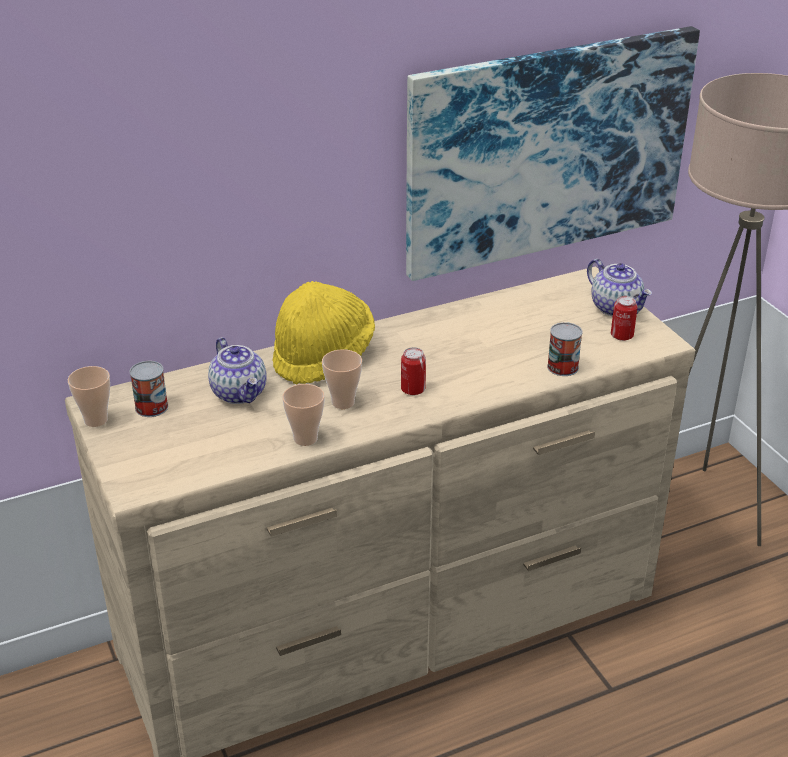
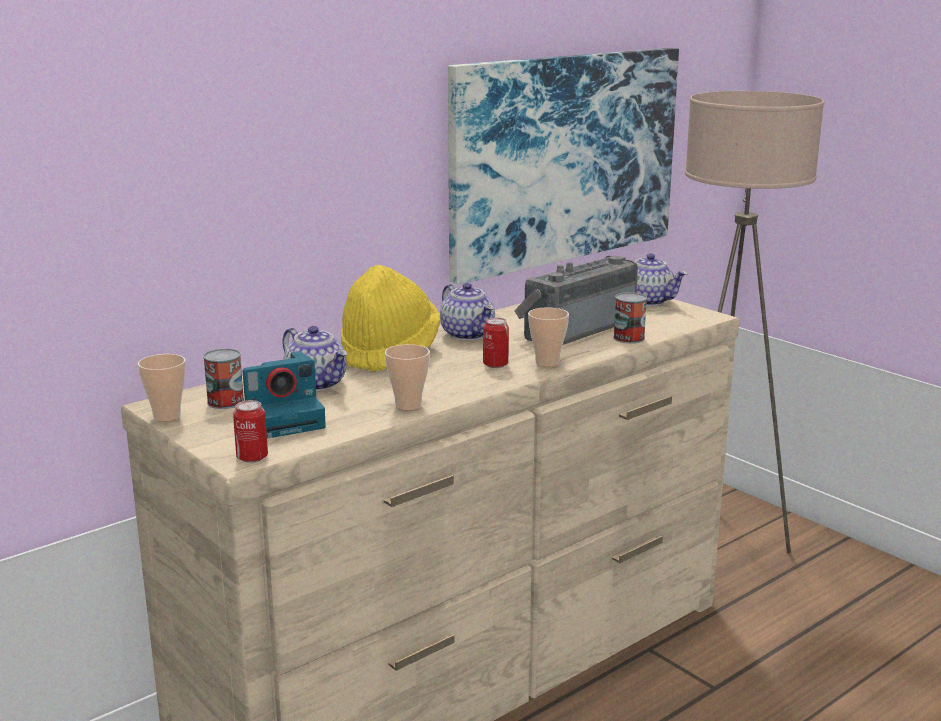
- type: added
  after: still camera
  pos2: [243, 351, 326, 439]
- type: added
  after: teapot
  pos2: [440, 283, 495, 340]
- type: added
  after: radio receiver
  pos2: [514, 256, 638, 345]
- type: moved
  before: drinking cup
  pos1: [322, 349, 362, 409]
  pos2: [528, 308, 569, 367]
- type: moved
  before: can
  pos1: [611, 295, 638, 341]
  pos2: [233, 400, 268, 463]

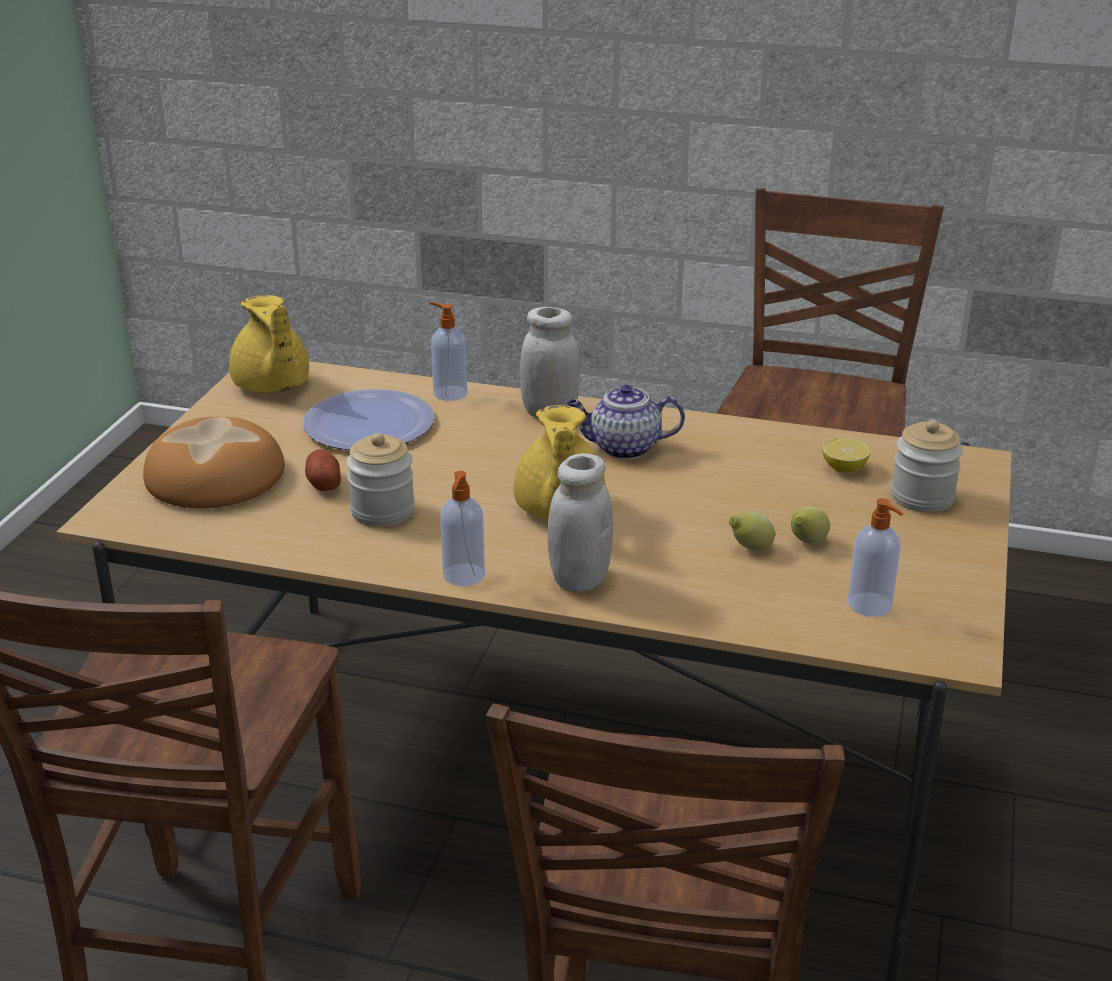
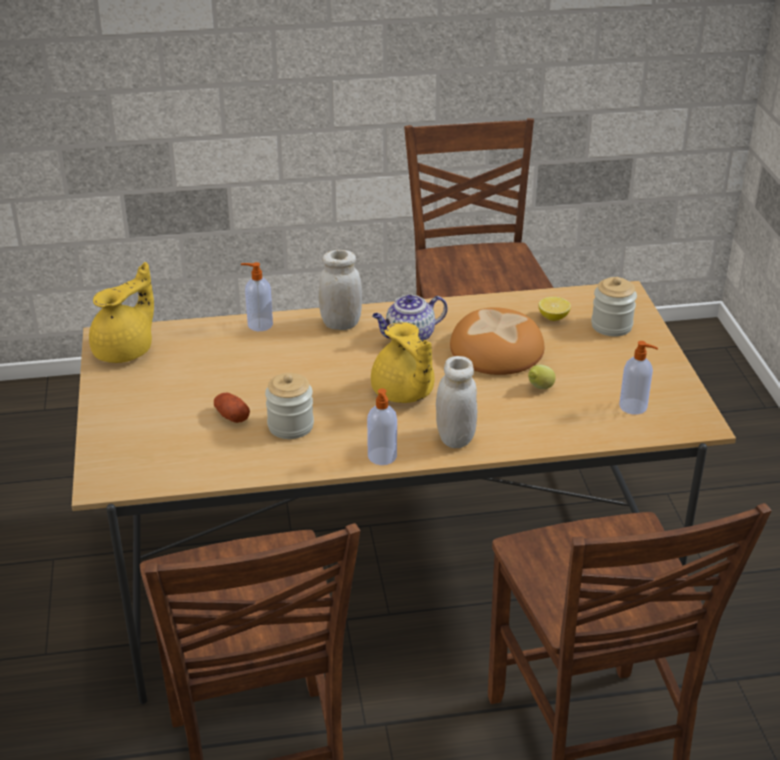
- type: removed
  before: dinner plate
  pos1: [303, 389, 435, 450]
- type: removed
  before: citrus fruit
  pos1: [791, 506, 830, 543]
- type: moved
  before: bakery bread
  pos1: [143, 417, 285, 508]
  pos2: [450, 307, 544, 375]
- type: turned
  before: yellowish teapot
  pos1: [229, 295, 309, 393]
  pos2: [89, 262, 154, 363]
  turn: -90

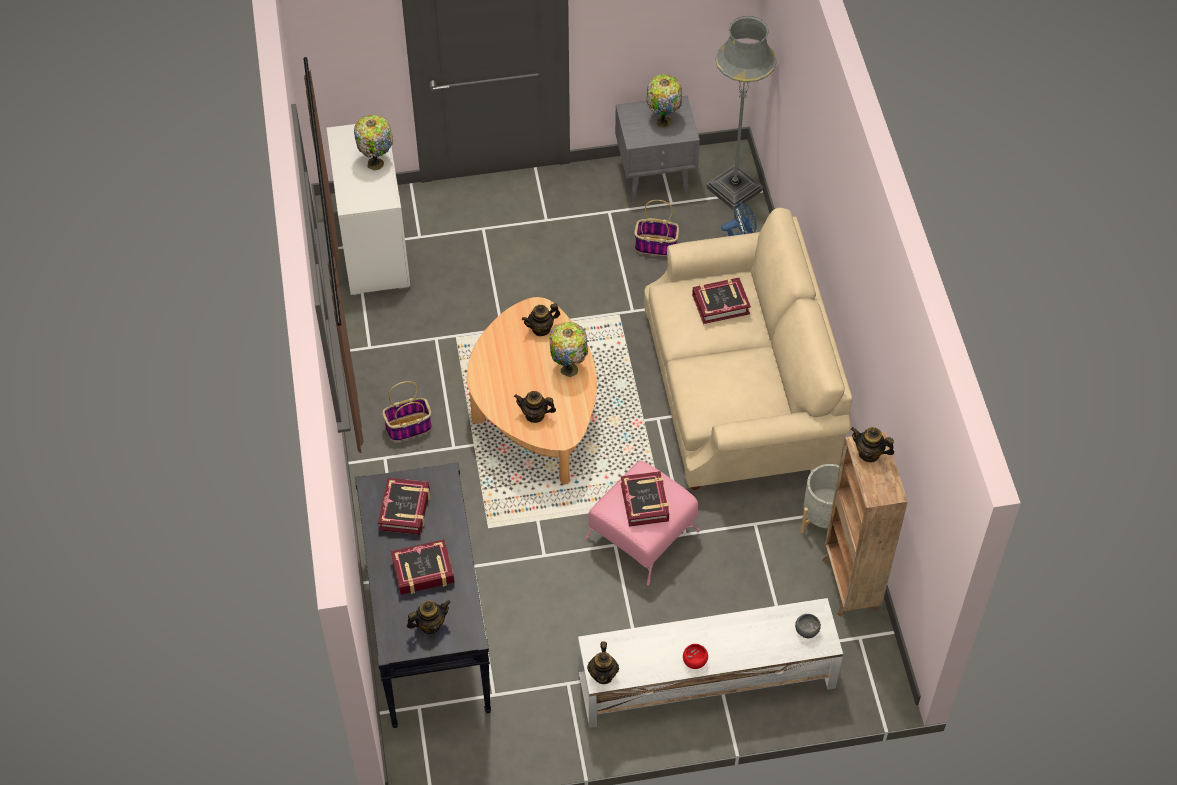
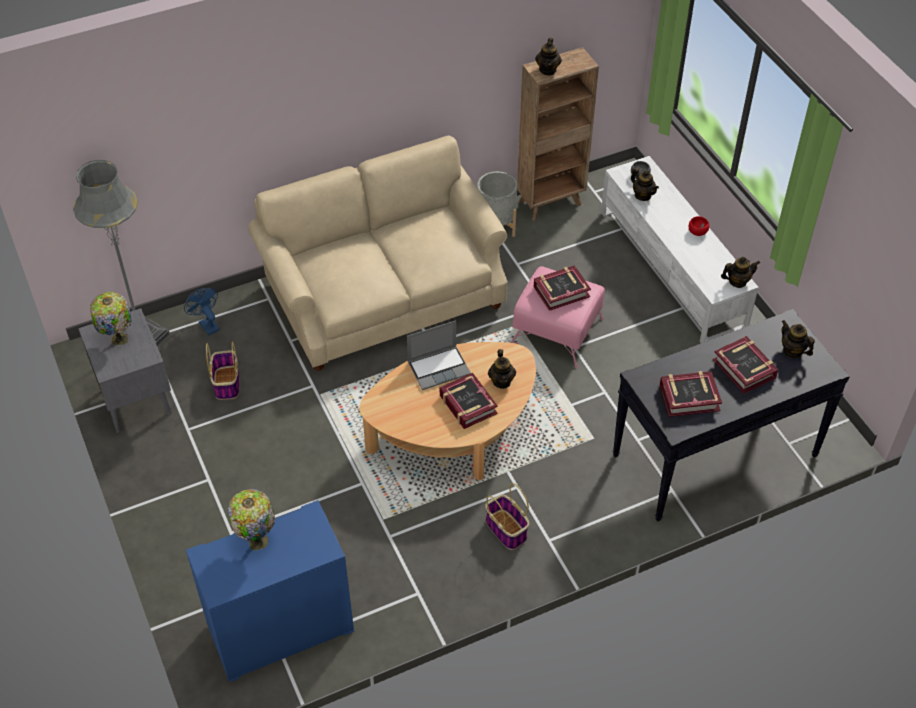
- type: moved
  before: teapot
  pos1: [522, 303, 560, 336]
  pos2: [631, 168, 659, 201]
- type: moved
  before: volume
  pos1: [692, 278, 751, 324]
  pos2: [440, 373, 498, 429]
- type: replaced
  before: lamp for a table
  after: laptop
  pos1: [550, 322, 588, 377]
  pos2: [407, 320, 471, 390]
- type: recoloured
  before: white dresser
  after: blue dresser
  pos1: [327, 120, 410, 296]
  pos2: [186, 500, 354, 682]

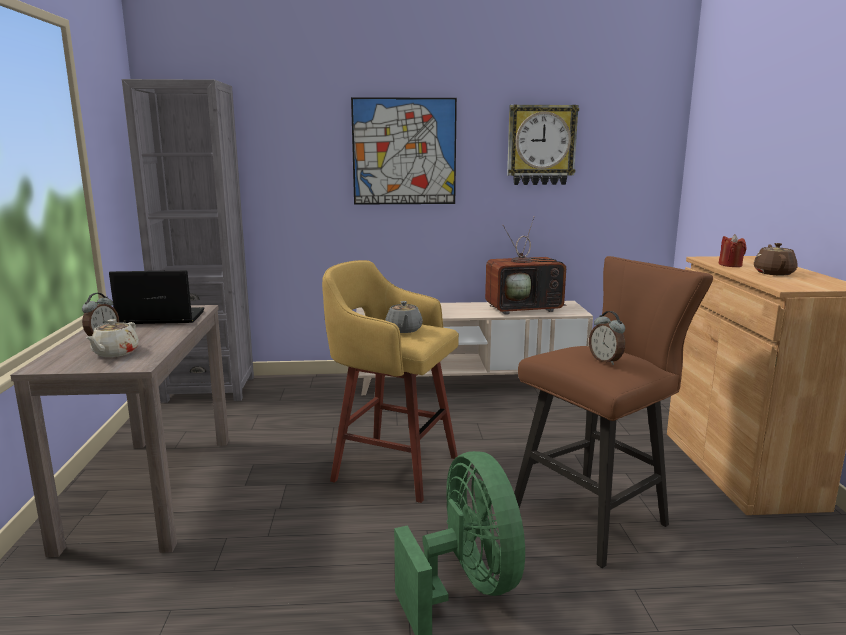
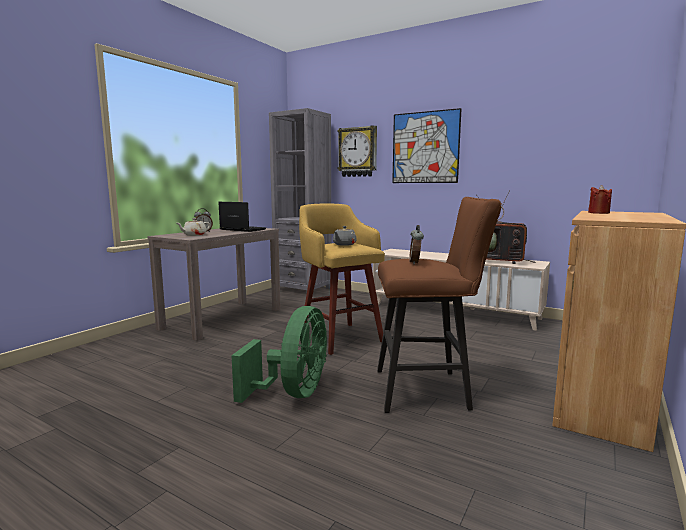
- type: removed
  before: brown teapot
  pos1: [754, 243, 798, 276]
- type: moved
  before: hanging clock
  pos1: [507, 104, 579, 185]
  pos2: [337, 125, 377, 177]

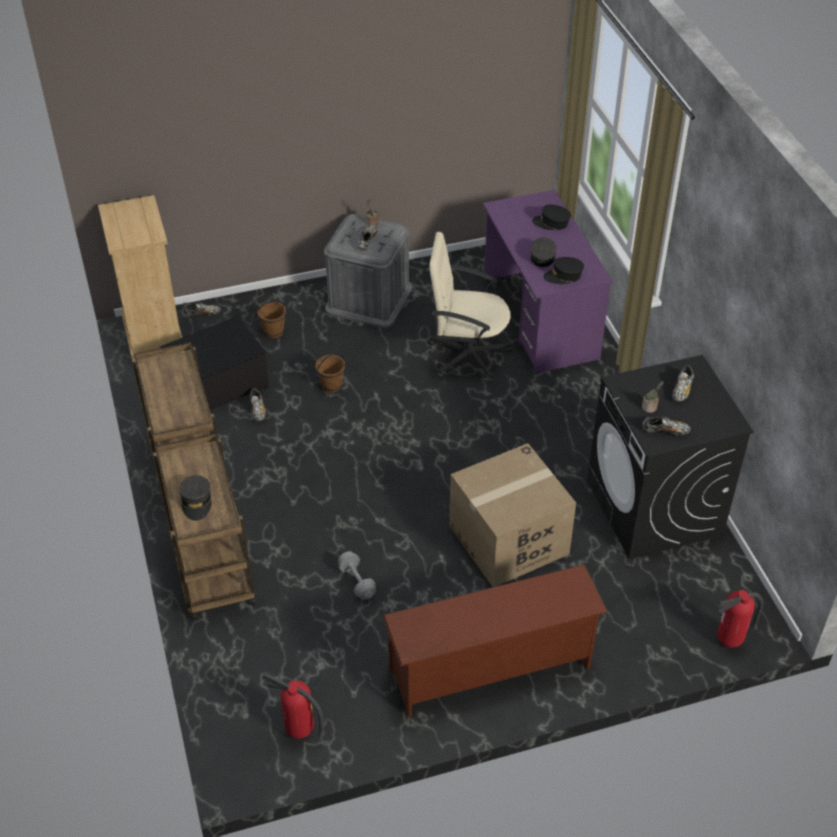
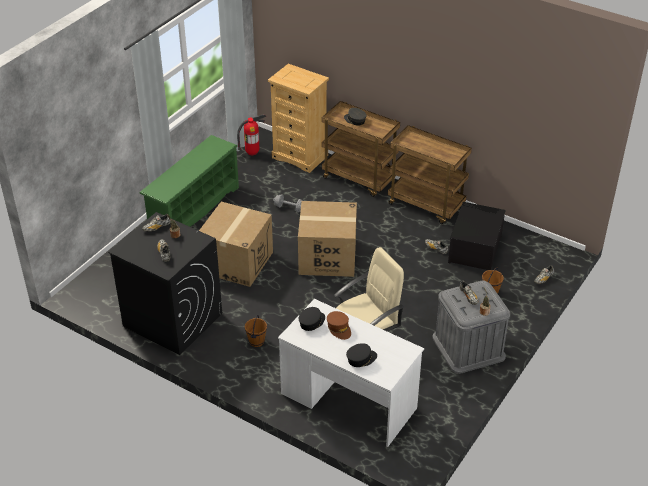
- type: removed
  before: fire-fighting cylinder
  pos1: [717, 590, 763, 648]
- type: added
  after: packing box
  pos2: [298, 201, 357, 277]
- type: moved
  before: sand-coloured dresser
  pos1: [98, 195, 182, 363]
  pos2: [268, 64, 329, 173]
- type: moved
  before: brown pail
  pos1: [315, 353, 346, 393]
  pos2: [245, 315, 267, 347]
- type: recoloured
  before: brown shoe shelf
  after: green shoe shelf
  pos1: [382, 564, 608, 717]
  pos2: [139, 135, 239, 227]
- type: recoloured
  before: purplish desk
  after: white desk
  pos1: [483, 189, 613, 374]
  pos2: [278, 299, 424, 447]
- type: recoloured
  before: grey cap
  after: brown cap
  pos1: [530, 237, 556, 267]
  pos2: [327, 311, 351, 340]

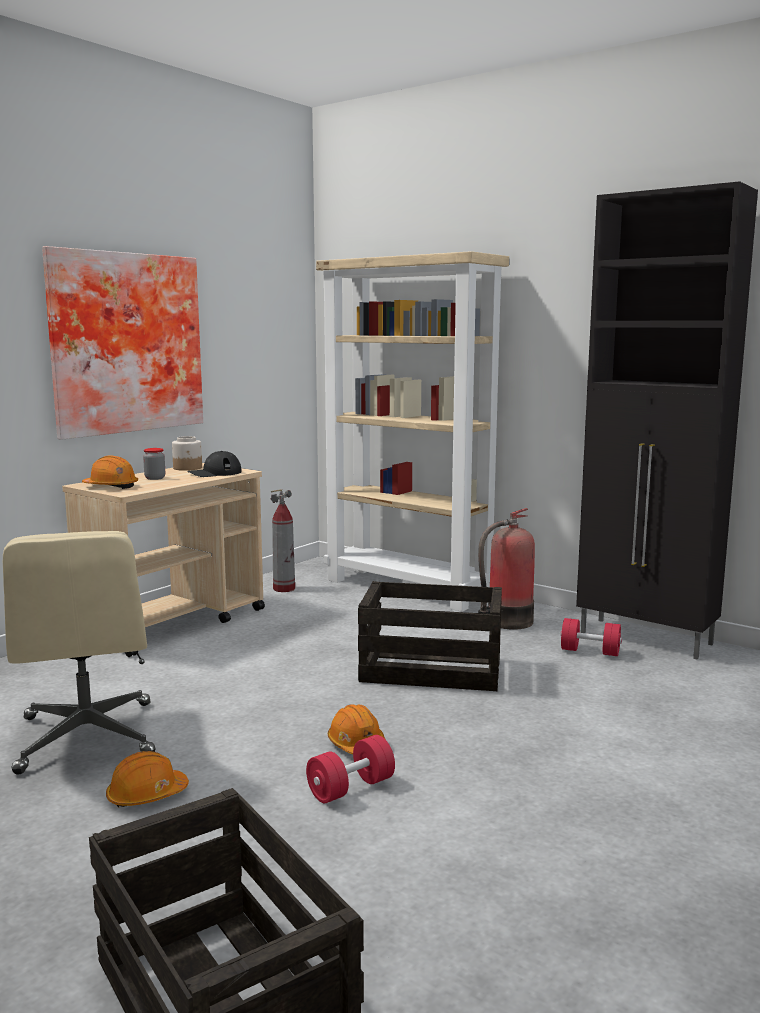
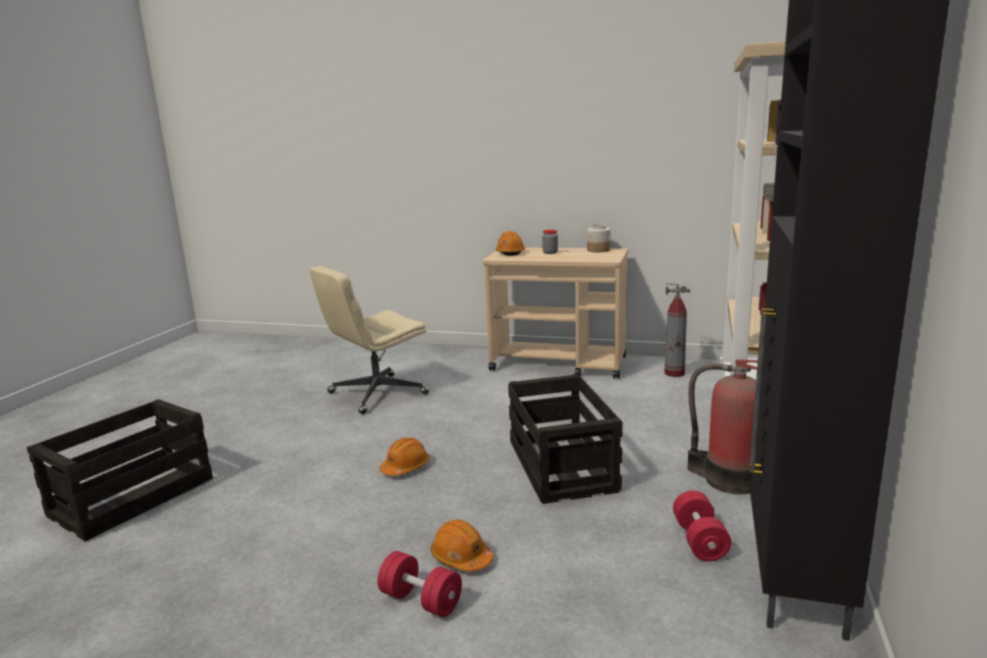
- type: removed
  before: wall art
  pos1: [42, 246, 203, 440]
- type: removed
  before: blackish cap
  pos1: [187, 451, 242, 477]
- type: moved
  before: orange-coloured safety helmet
  pos1: [106, 751, 189, 807]
  pos2: [431, 519, 493, 572]
- type: moved
  before: reddish free weight
  pos1: [306, 735, 395, 803]
  pos2: [378, 551, 462, 617]

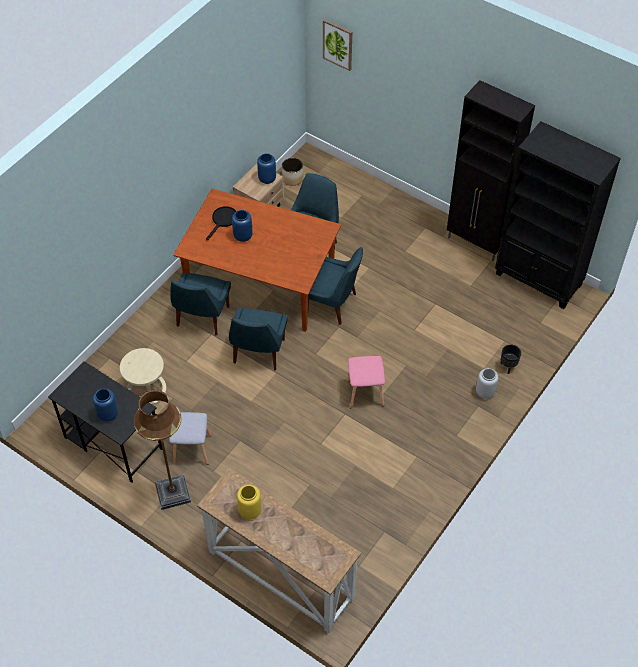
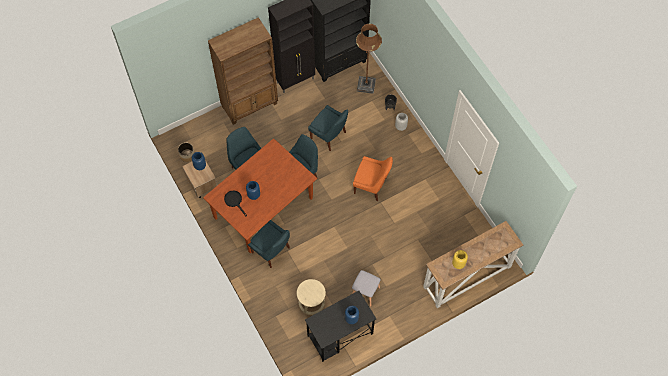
- type: removed
  before: wall art
  pos1: [323, 19, 352, 71]
- type: added
  after: brown bookshelf
  pos2: [208, 17, 278, 125]
- type: moved
  before: brown floor lamp
  pos1: [134, 390, 191, 510]
  pos2: [356, 24, 382, 94]
- type: moved
  before: blue upright chair
  pos1: [229, 307, 288, 370]
  pos2: [308, 105, 348, 151]
- type: replaced
  before: pink stool
  after: orange-coloured upright chair
  pos1: [347, 356, 385, 408]
  pos2: [353, 156, 393, 201]

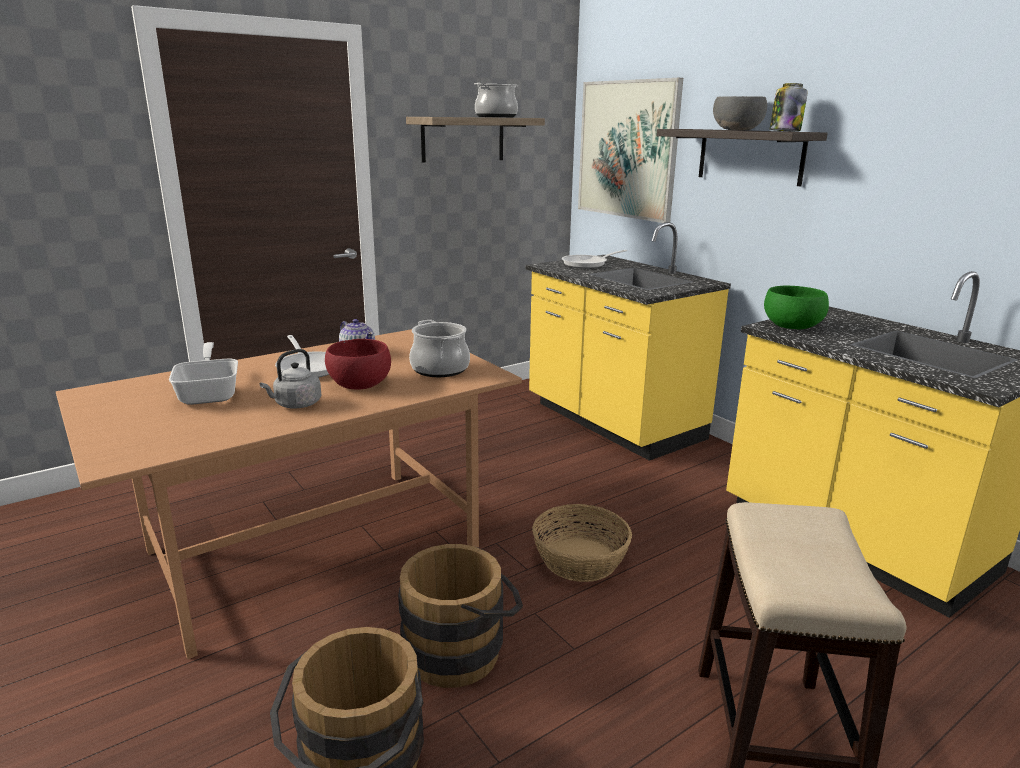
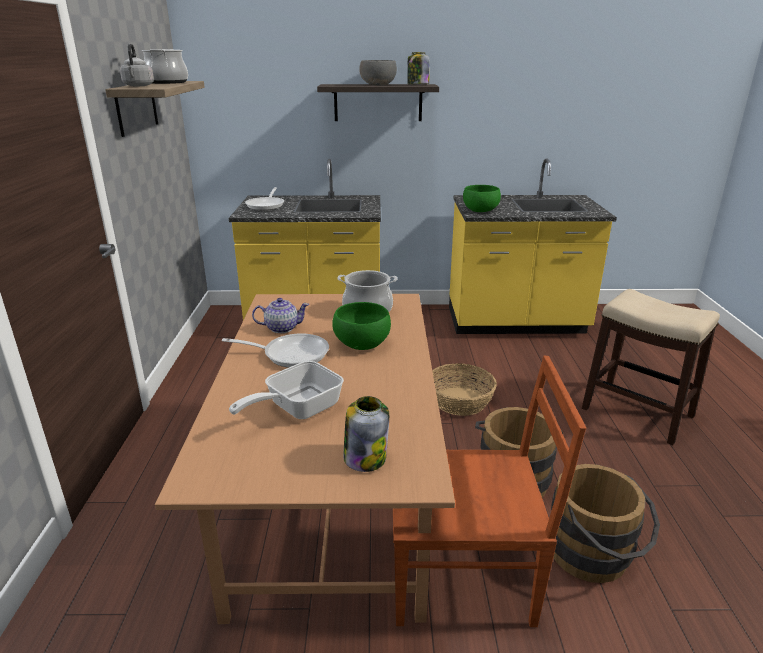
- type: removed
  before: wall art
  pos1: [578, 78, 683, 223]
- type: added
  after: preserve jar
  pos2: [343, 396, 389, 472]
- type: added
  after: brown upright chair
  pos2: [393, 356, 586, 627]
- type: moved
  before: grey kettle
  pos1: [260, 349, 321, 408]
  pos2: [120, 44, 154, 86]
- type: recoloured
  before: reddish deep dish
  after: green deep dish
  pos1: [325, 339, 391, 390]
  pos2: [332, 302, 391, 350]
- type: turned
  before: skillet
  pos1: [169, 342, 238, 405]
  pos2: [229, 361, 344, 419]
  turn: -60

